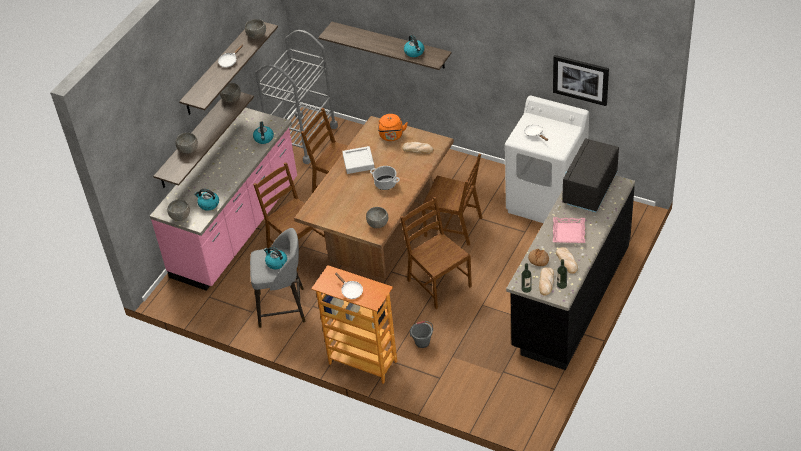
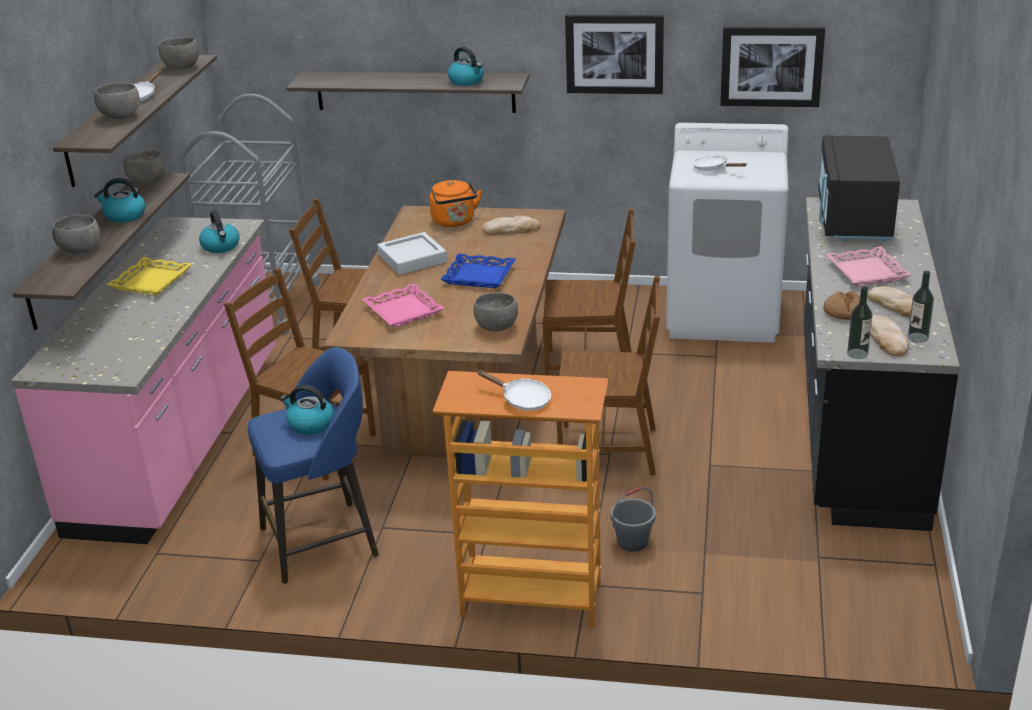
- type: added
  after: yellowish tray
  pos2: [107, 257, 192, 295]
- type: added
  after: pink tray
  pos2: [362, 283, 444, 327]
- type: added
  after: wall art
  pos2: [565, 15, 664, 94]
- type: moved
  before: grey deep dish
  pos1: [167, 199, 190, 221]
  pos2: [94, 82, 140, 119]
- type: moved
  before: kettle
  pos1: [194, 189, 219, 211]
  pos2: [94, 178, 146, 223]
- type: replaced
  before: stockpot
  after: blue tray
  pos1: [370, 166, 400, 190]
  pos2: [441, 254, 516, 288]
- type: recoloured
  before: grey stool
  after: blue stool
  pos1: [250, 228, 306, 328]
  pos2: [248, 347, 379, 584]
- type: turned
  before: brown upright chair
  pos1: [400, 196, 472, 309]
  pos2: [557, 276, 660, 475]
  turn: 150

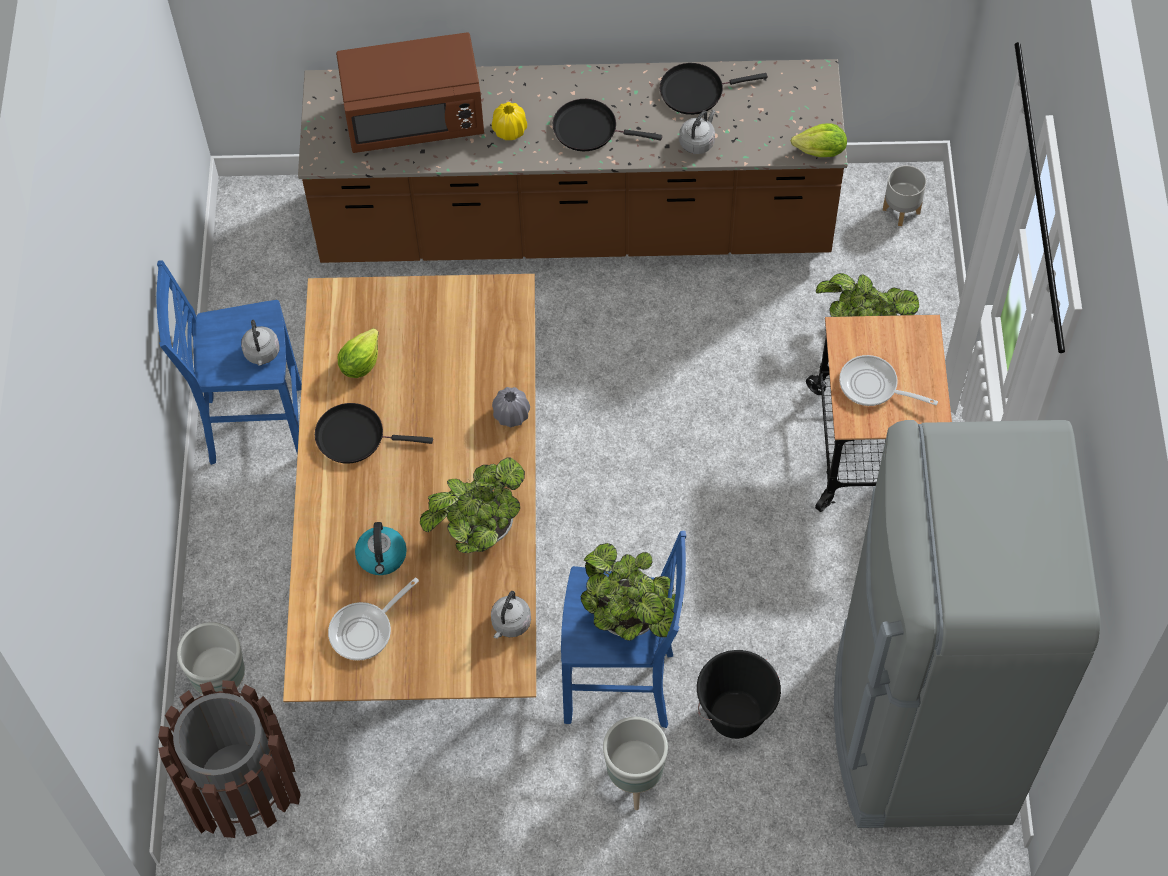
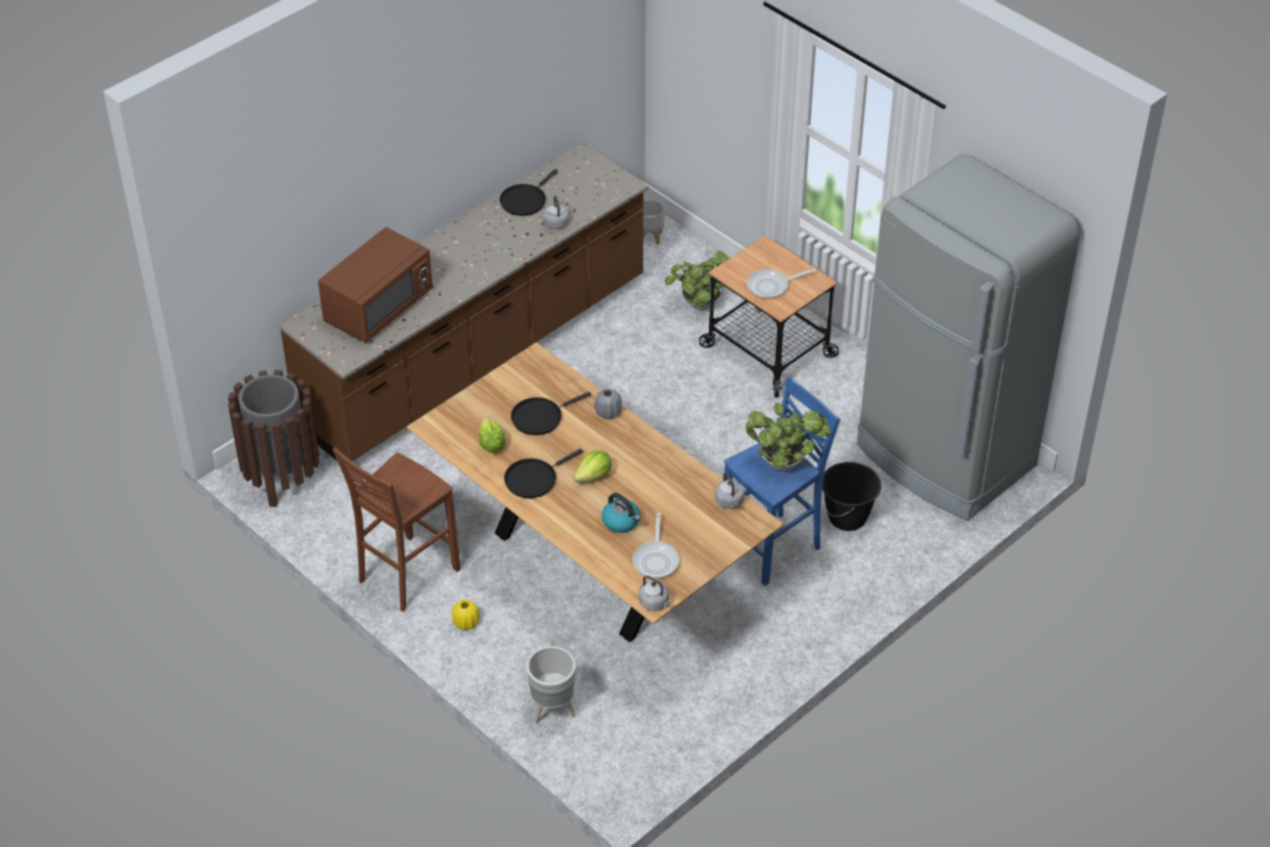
- type: removed
  before: plant in a pot
  pos1: [420, 457, 525, 553]
- type: removed
  before: grey flower pot
  pos1: [603, 717, 668, 810]
- type: moved
  before: brown trash can
  pos1: [158, 680, 300, 838]
  pos2: [228, 370, 319, 507]
- type: moved
  before: grey kettle
  pos1: [241, 320, 280, 366]
  pos2: [638, 575, 673, 611]
- type: moved
  before: yellowish vase
  pos1: [492, 102, 527, 140]
  pos2: [452, 599, 480, 630]
- type: moved
  before: blackish skillet
  pos1: [553, 99, 662, 151]
  pos2: [511, 392, 591, 435]
- type: moved
  before: lettuce
  pos1: [791, 123, 847, 157]
  pos2: [573, 450, 612, 482]
- type: recoloured
  before: blue stool
  after: brown stool
  pos1: [157, 260, 302, 465]
  pos2: [333, 447, 461, 612]

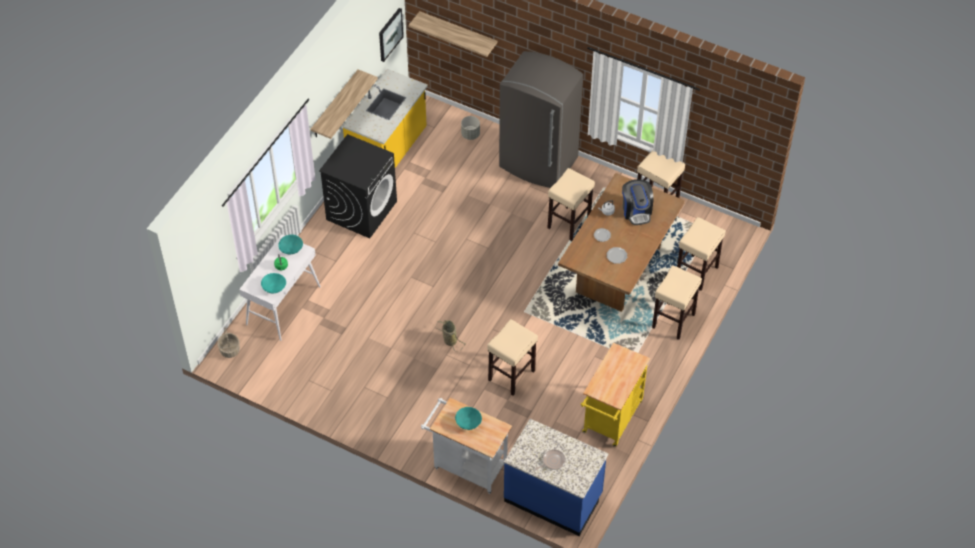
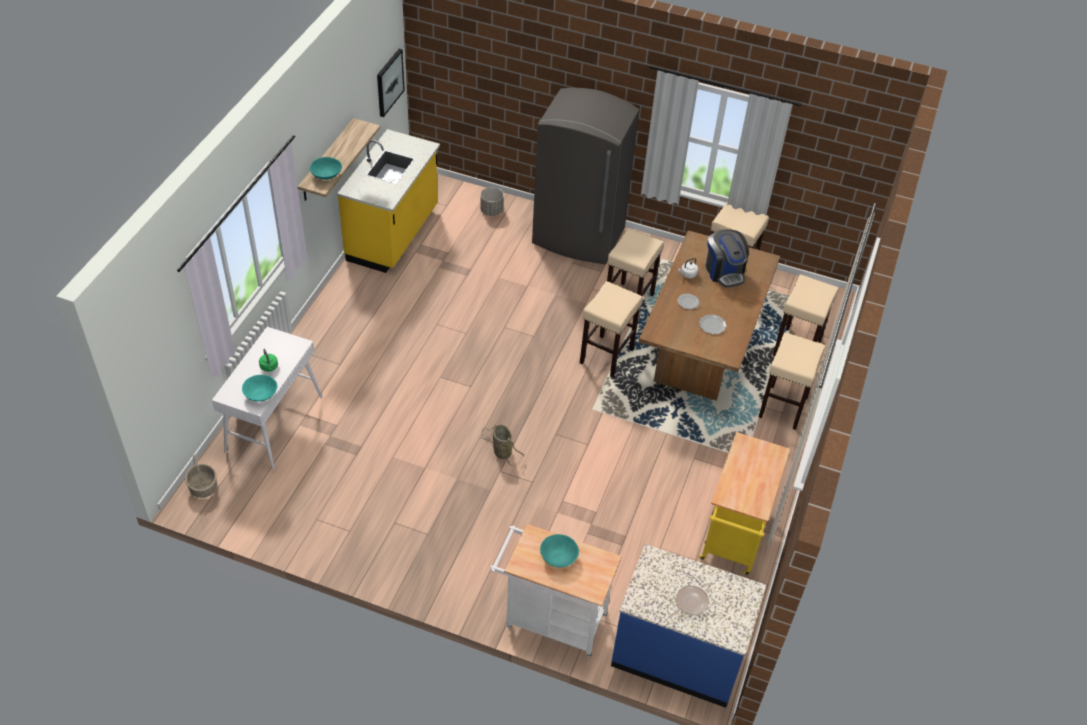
- type: removed
  before: blackish laundry machine
  pos1: [319, 134, 397, 238]
- type: removed
  before: wall shelf
  pos1: [409, 11, 498, 57]
- type: moved
  before: turquoise deep dish
  pos1: [278, 234, 303, 254]
  pos2: [310, 157, 342, 180]
- type: moved
  before: sand-coloured stool
  pos1: [487, 319, 538, 396]
  pos2: [580, 281, 643, 378]

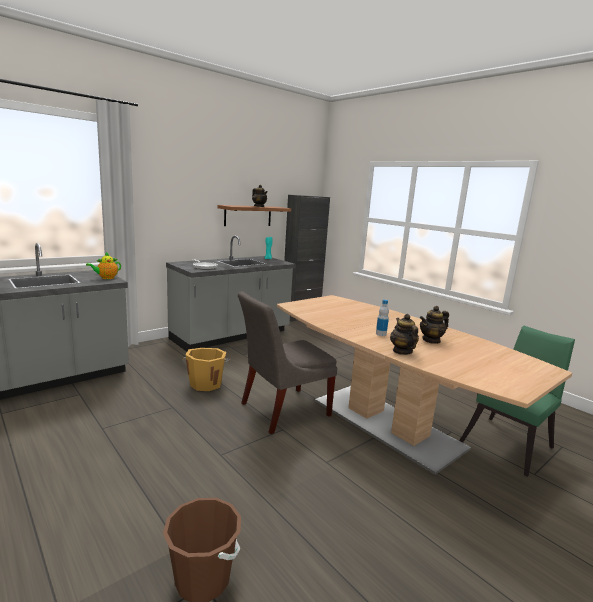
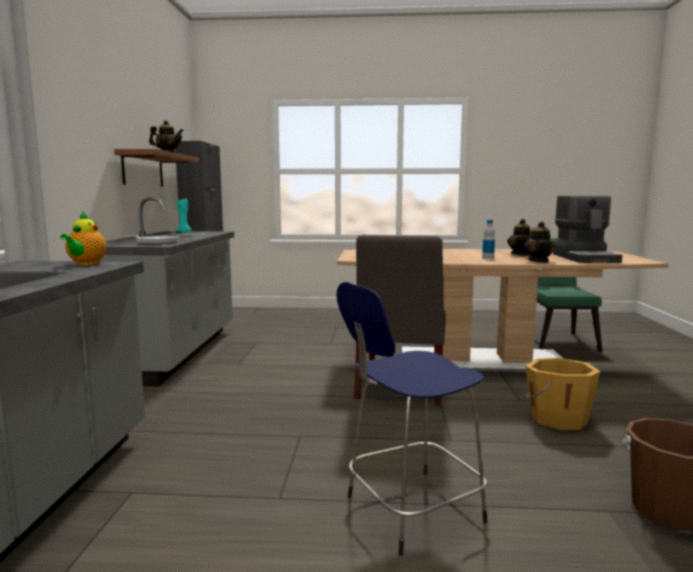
- type: added
  after: blue stool
  pos2: [336, 282, 488, 556]
- type: added
  after: coffee machine
  pos2: [553, 196, 622, 263]
- type: moved
  before: orange-coloured pail
  pos1: [182, 348, 230, 391]
  pos2: [526, 358, 600, 430]
- type: turned
  before: teapot
  pos1: [390, 314, 419, 355]
  pos2: [524, 221, 555, 262]
  turn: -120

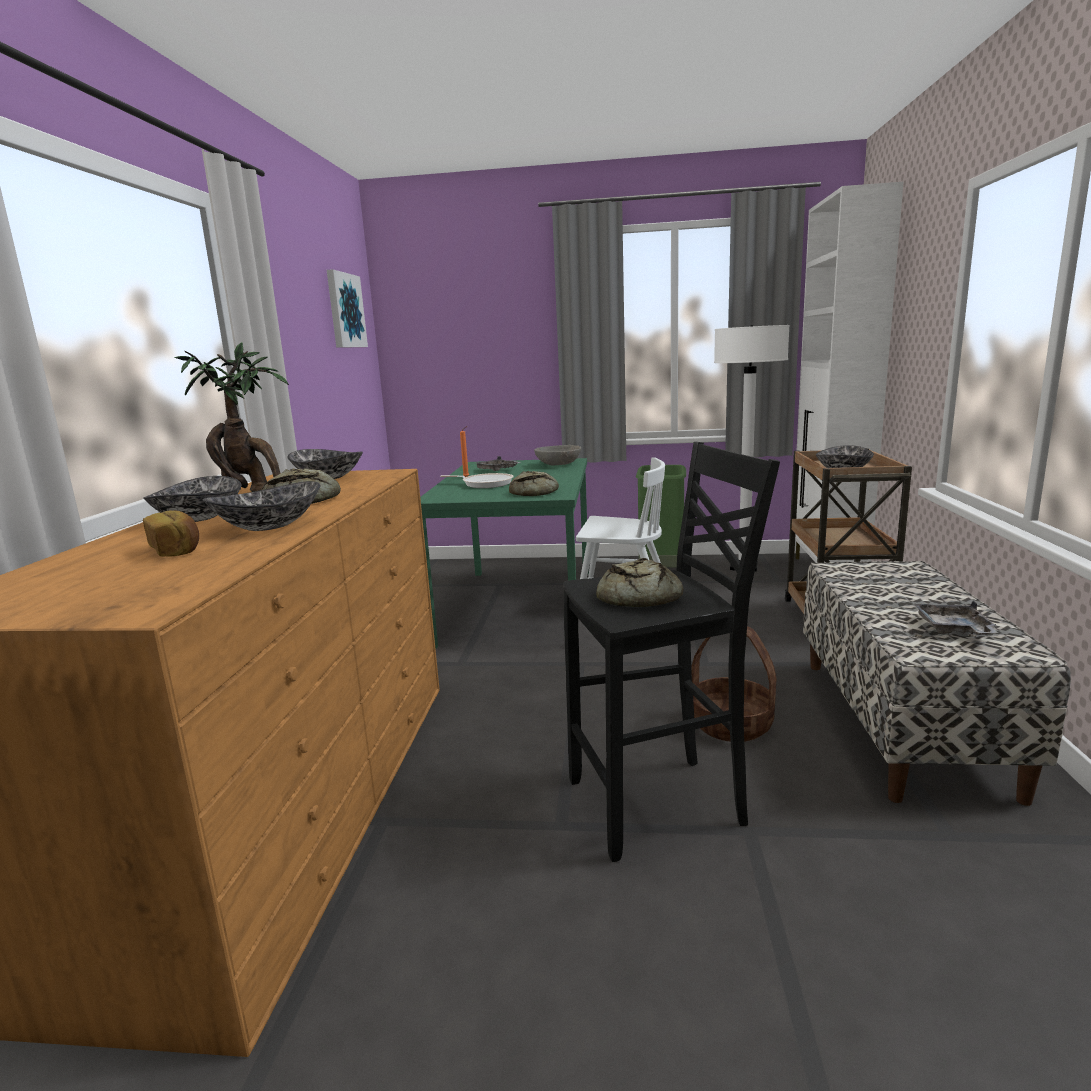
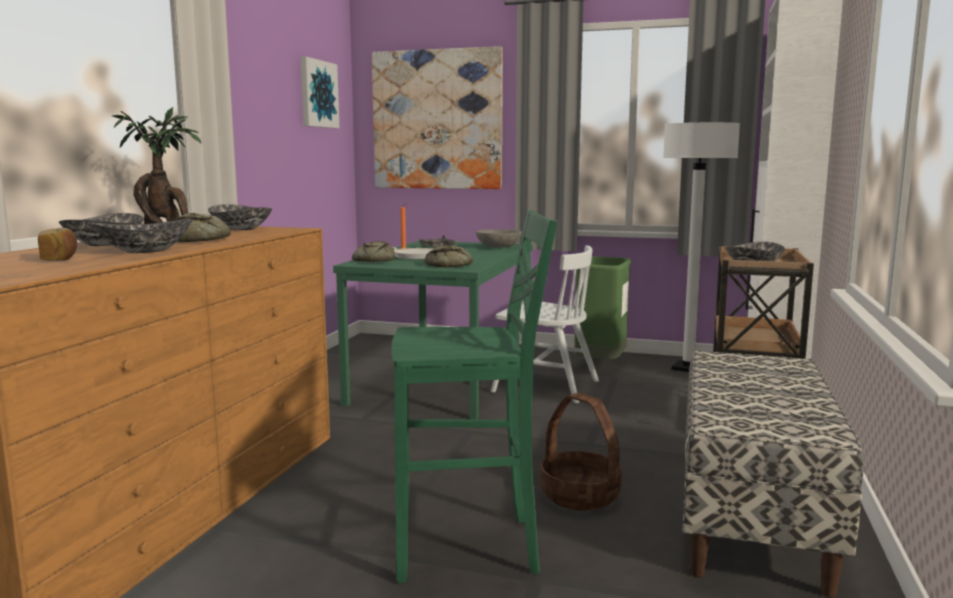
- type: removed
  before: grey tray
  pos1: [914, 601, 998, 635]
- type: added
  after: wall art
  pos2: [372, 46, 503, 189]
- type: moved
  before: bakery bread
  pos1: [596, 558, 683, 607]
  pos2: [352, 241, 395, 262]
- type: recoloured
  before: blackish stool
  after: green stool
  pos1: [563, 442, 780, 862]
  pos2: [391, 210, 557, 583]

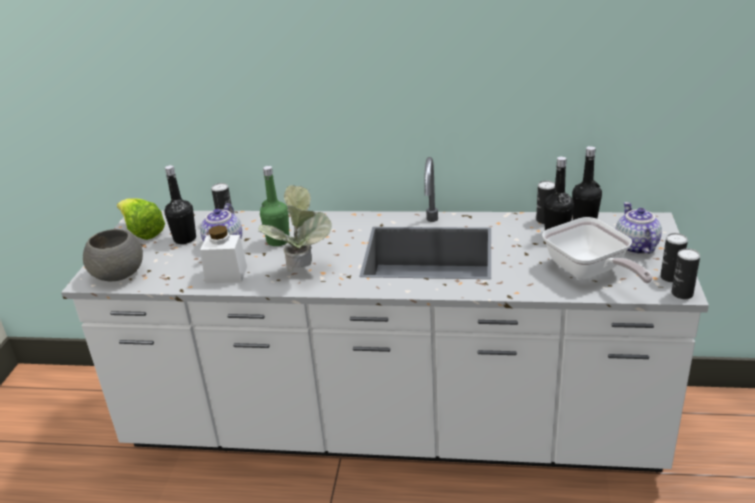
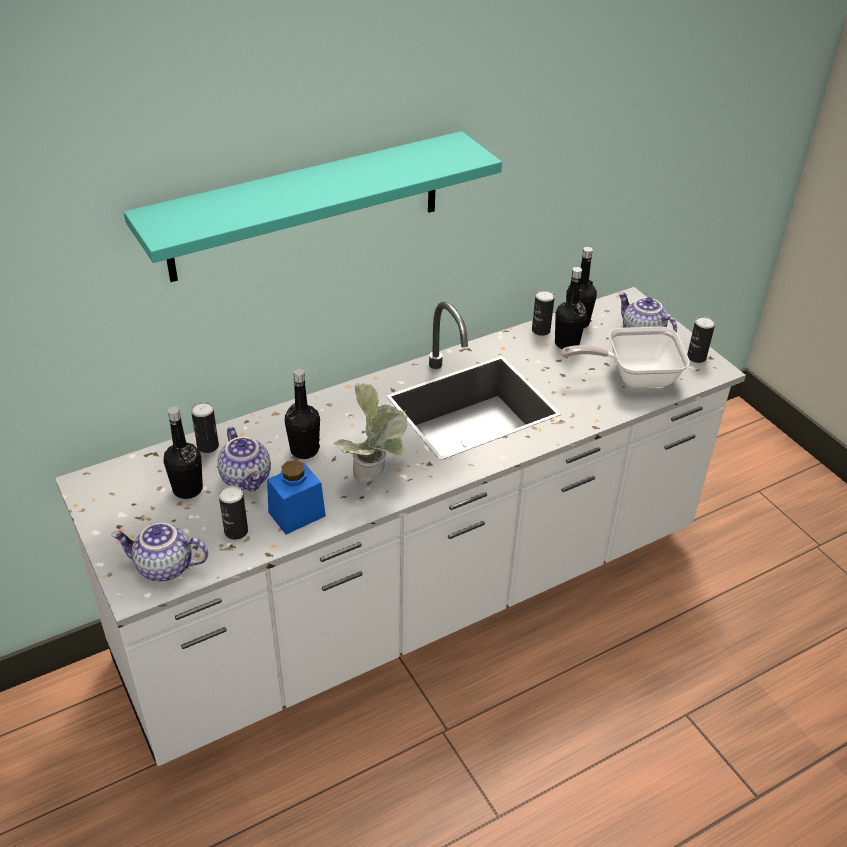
- type: removed
  before: lettuce
  pos1: [117, 198, 165, 240]
- type: added
  after: turquoise wall shelf
  pos2: [124, 131, 502, 282]
- type: moved
  before: can
  pos1: [672, 248, 700, 299]
  pos2: [219, 485, 248, 540]
- type: replaced
  before: grey deep dish
  after: teapot
  pos1: [83, 229, 143, 281]
  pos2: [112, 523, 208, 582]
- type: recoloured
  before: white preserve jar
  after: blue preserve jar
  pos1: [200, 225, 247, 284]
  pos2: [267, 460, 326, 534]
- type: recoloured
  before: green drink bottle
  after: blackish drink bottle
  pos1: [260, 166, 289, 246]
  pos2: [285, 369, 320, 459]
- type: turned
  before: skillet
  pos1: [542, 217, 653, 283]
  pos2: [561, 327, 690, 388]
  turn: 150

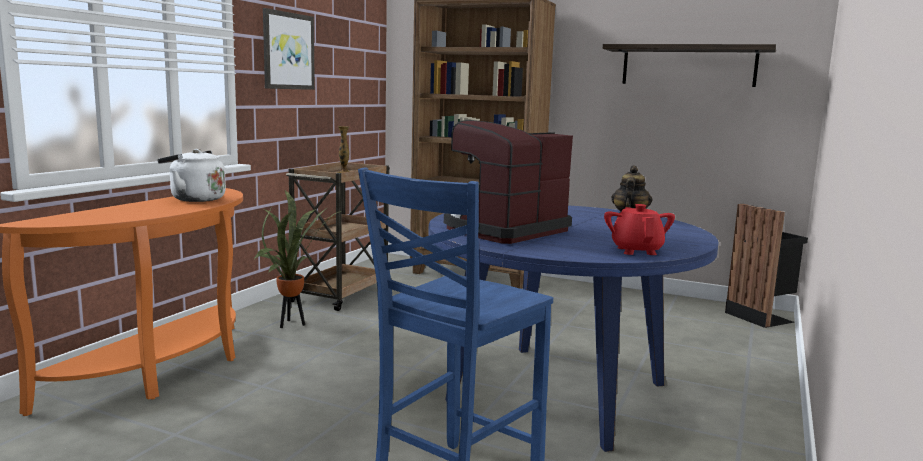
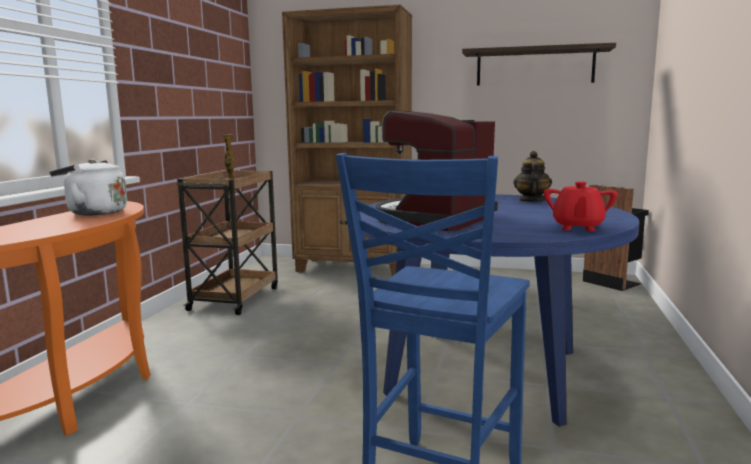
- type: removed
  before: plant in a pot
  pos1: [253, 191, 342, 328]
- type: removed
  before: wall art
  pos1: [263, 8, 315, 90]
- type: turned
  before: reddish teapot
  pos1: [604, 204, 675, 255]
  pos2: [544, 181, 618, 232]
  turn: -150

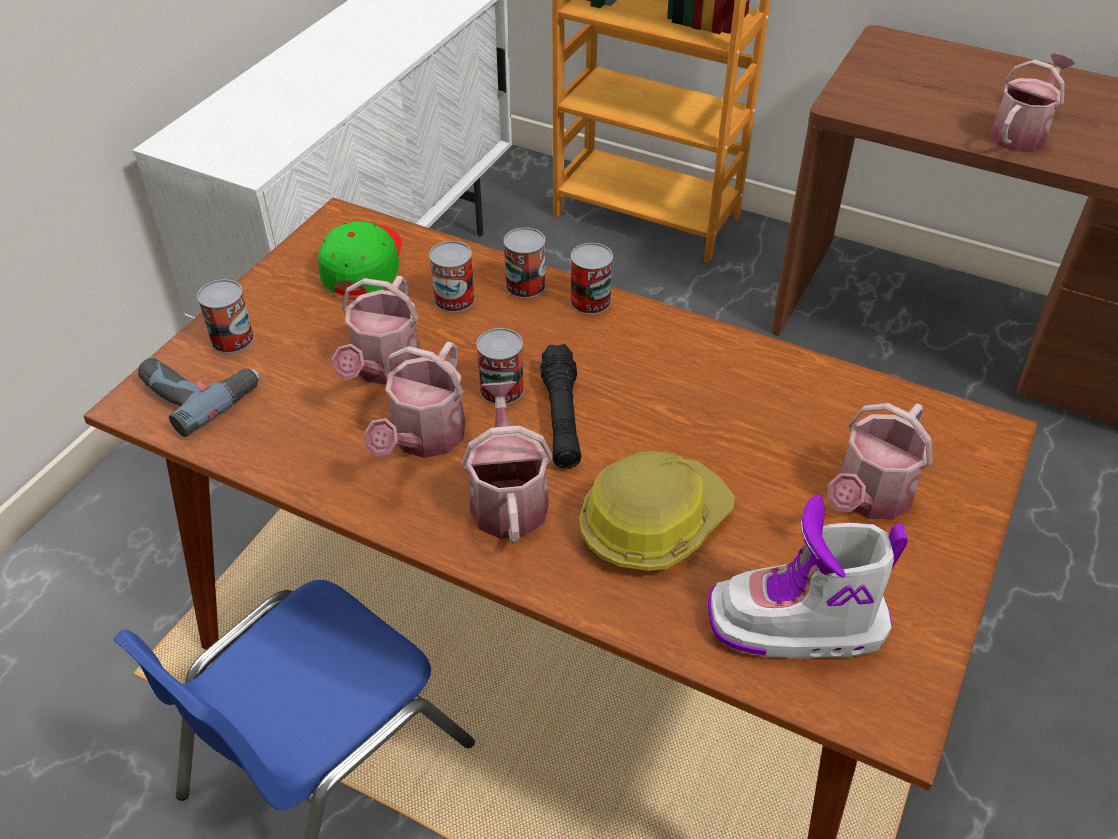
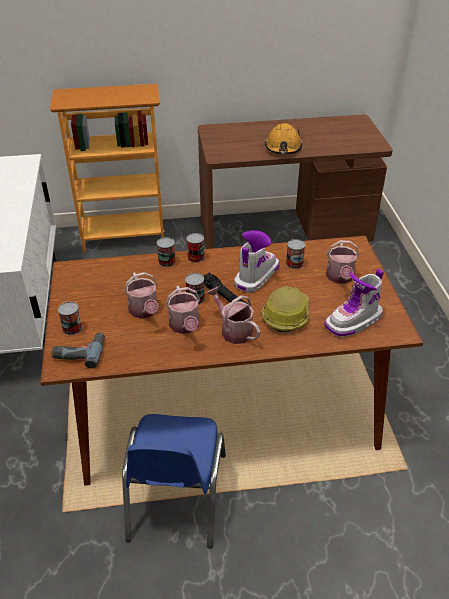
- type: removed
  before: green cap
  pos1: [318, 221, 401, 295]
- type: added
  after: high-top boot
  pos2: [234, 230, 280, 293]
- type: moved
  before: can
  pos1: [429, 241, 475, 313]
  pos2: [286, 239, 305, 269]
- type: replaced
  before: watering pot
  after: orange-coloured safety helmet
  pos1: [990, 53, 1075, 152]
  pos2: [265, 123, 302, 154]

